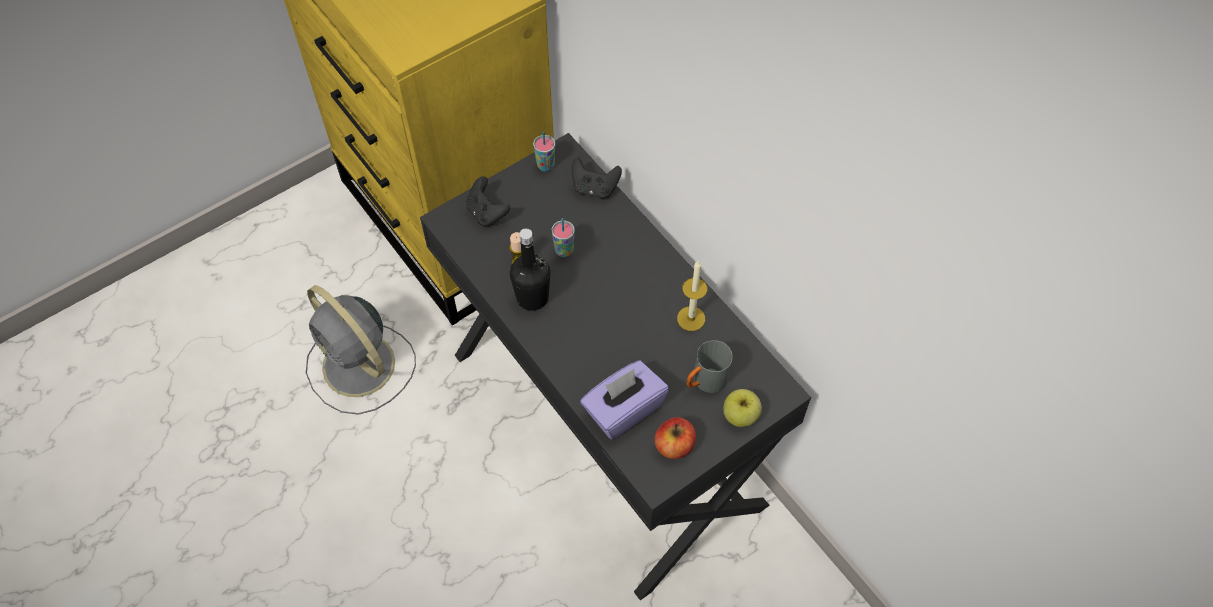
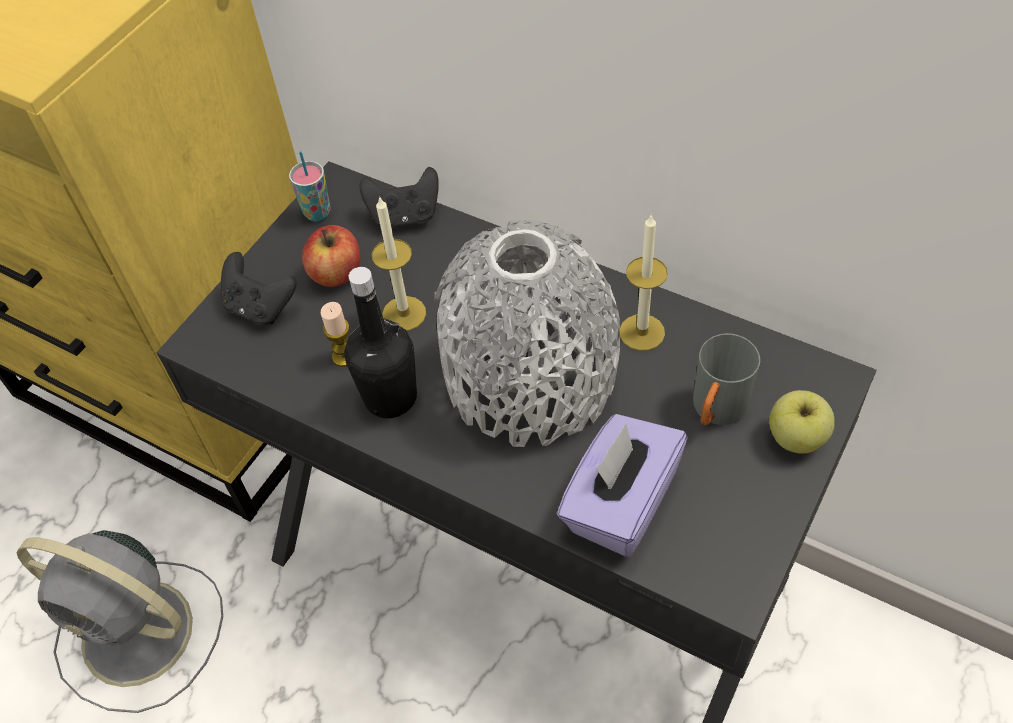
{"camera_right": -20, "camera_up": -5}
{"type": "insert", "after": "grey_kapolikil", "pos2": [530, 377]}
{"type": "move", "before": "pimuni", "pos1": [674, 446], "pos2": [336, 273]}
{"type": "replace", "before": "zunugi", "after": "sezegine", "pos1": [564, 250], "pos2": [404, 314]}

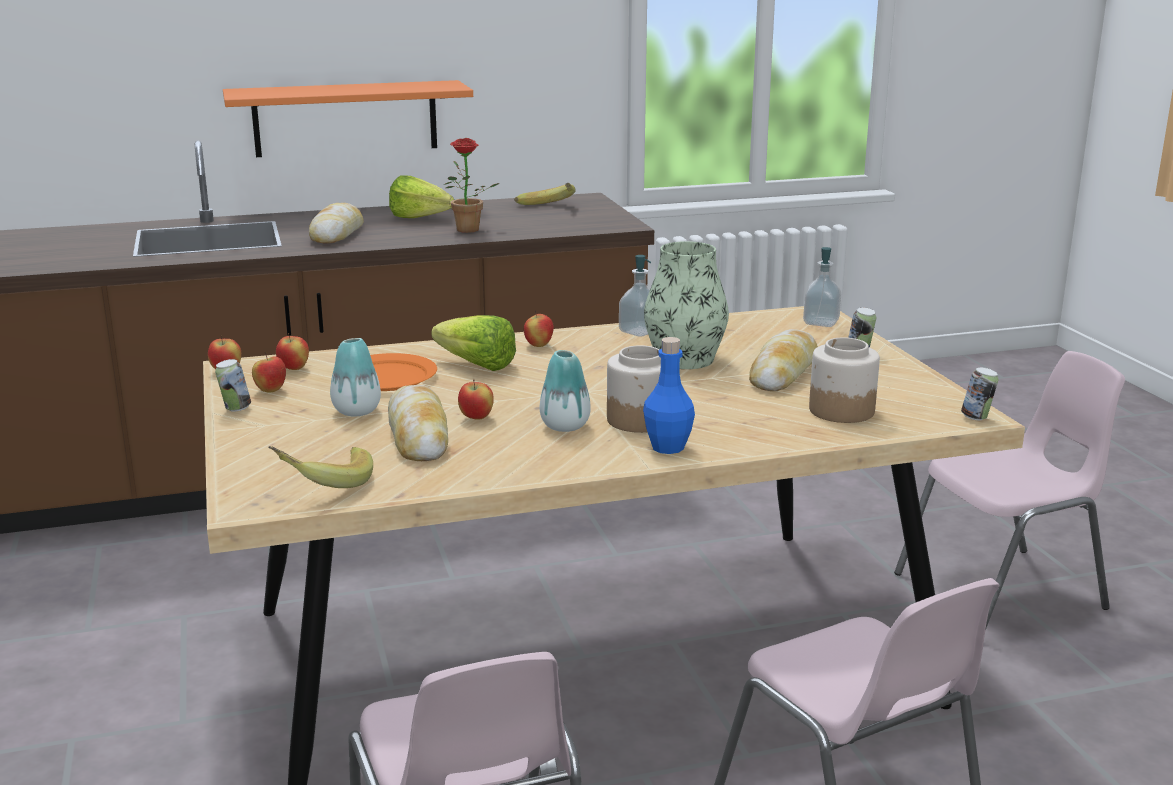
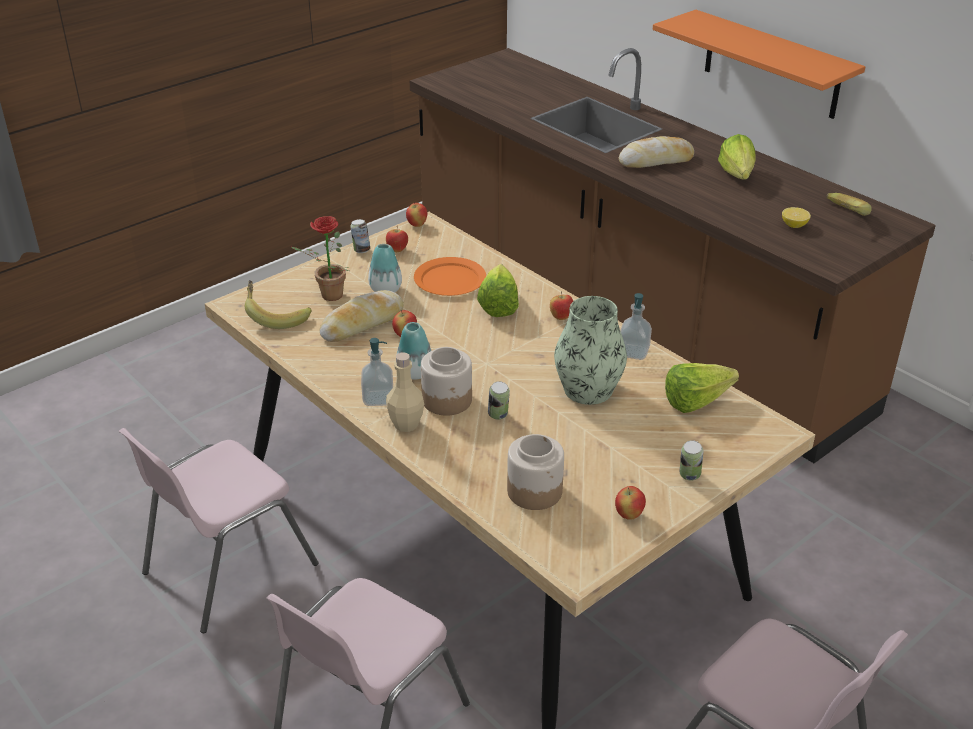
{"camera_right": 65, "camera_up": 15}
{"type": "delete", "before": "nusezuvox", "pos1": [783, 372]}
{"type": "insert", "after": "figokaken", "pos2": [702, 401]}
{"type": "insert", "after": "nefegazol", "pos2": [794, 225]}
{"type": "move", "before": "pimuni", "pos1": [294, 368], "pos2": [629, 515]}
{"type": "move", "before": "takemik", "pos1": [467, 231], "pos2": [327, 296]}
{"type": "move", "before": "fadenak", "pos1": [821, 322], "pos2": [378, 398]}
{"type": "move", "before": "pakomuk", "pos1": [976, 418], "pos2": [498, 416]}
{"type": "recolor", "before": "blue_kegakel", "after": "beige_kegakel", "pos1": [668, 447], "pos2": [406, 424]}

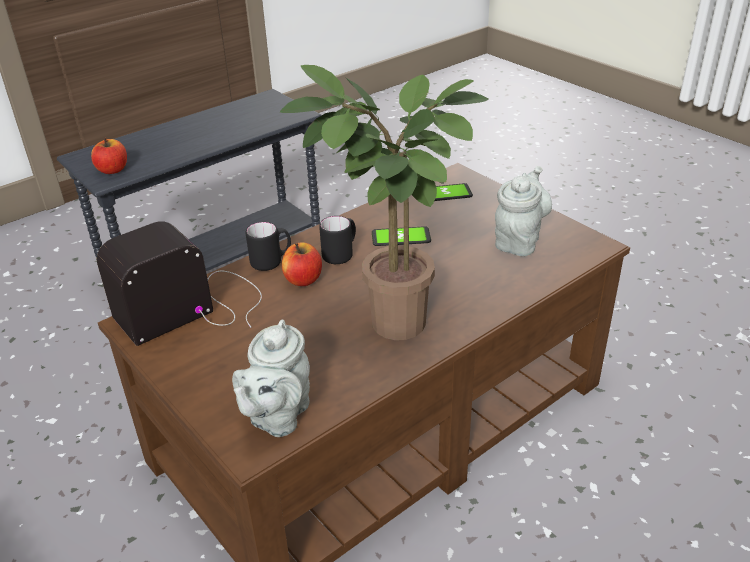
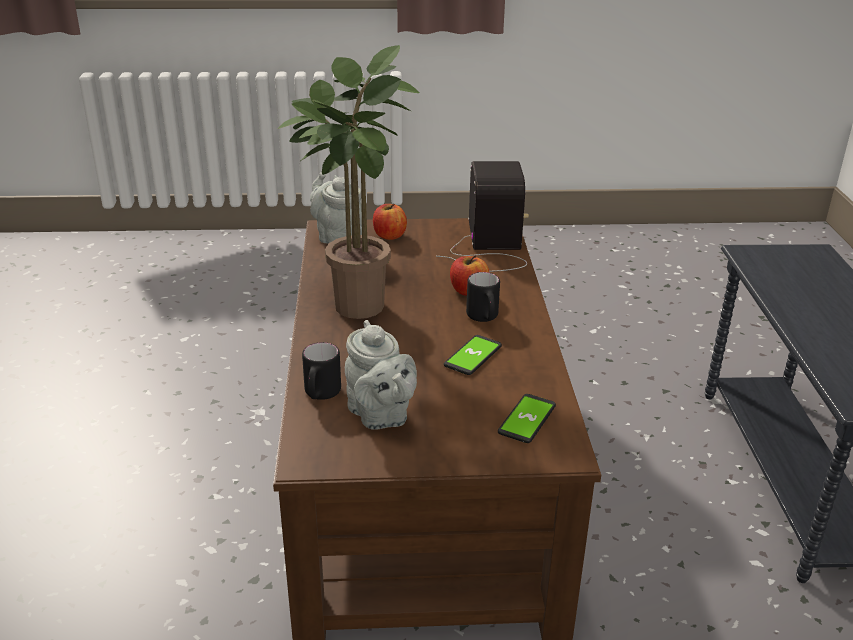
{"camera_right": 125, "camera_up": -5}
{"type": "move", "before": "pimuni", "pos1": [113, 170], "pos2": [389, 235]}
{"type": "move", "before": "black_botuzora", "pos1": [271, 262], "pos2": [320, 395]}

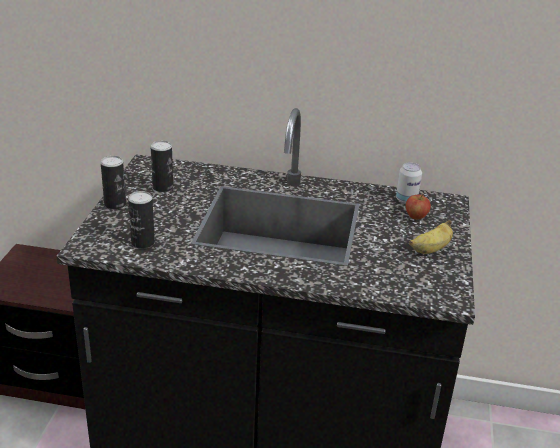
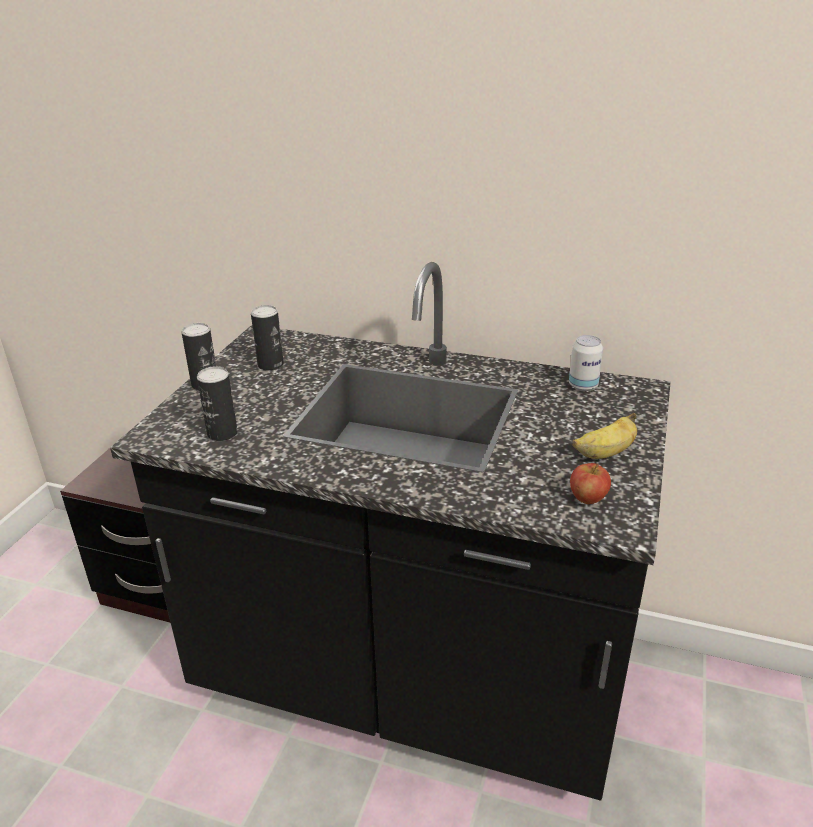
{"camera_right": 10, "camera_up": 0}
{"type": "move", "before": "pimuni", "pos1": [416, 216], "pos2": [587, 498]}

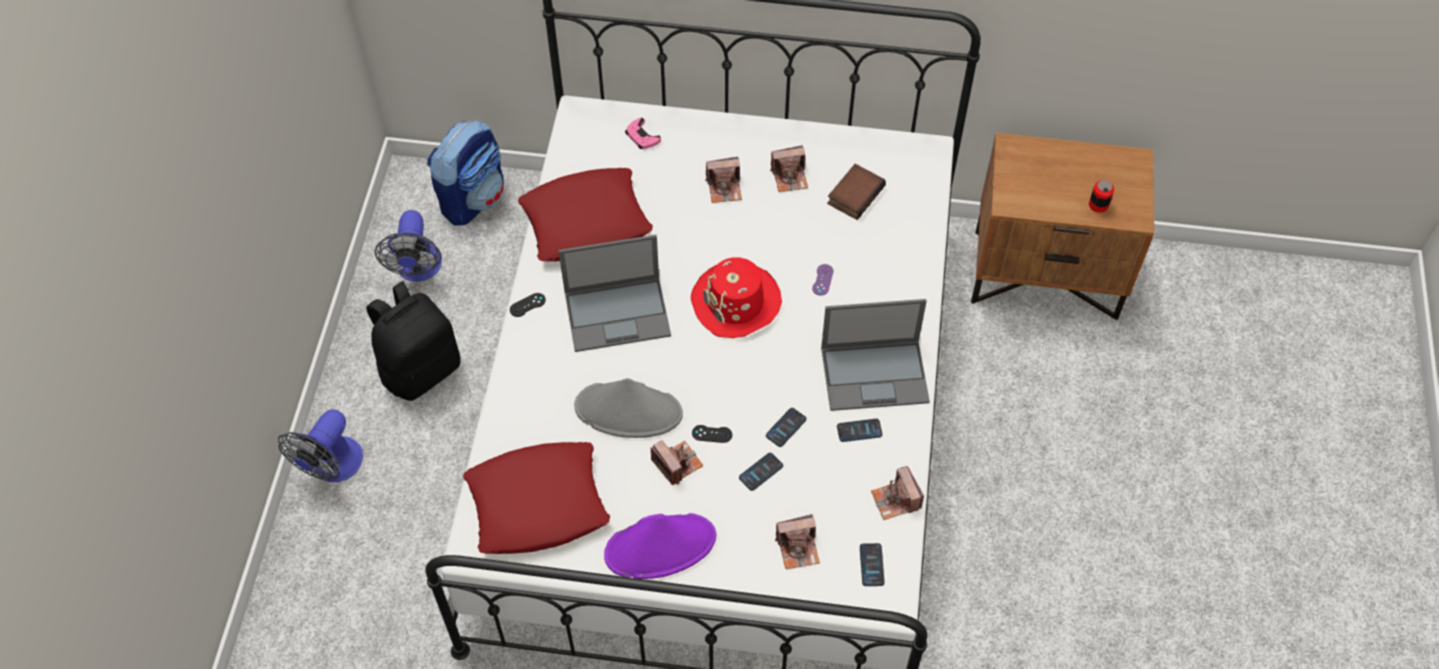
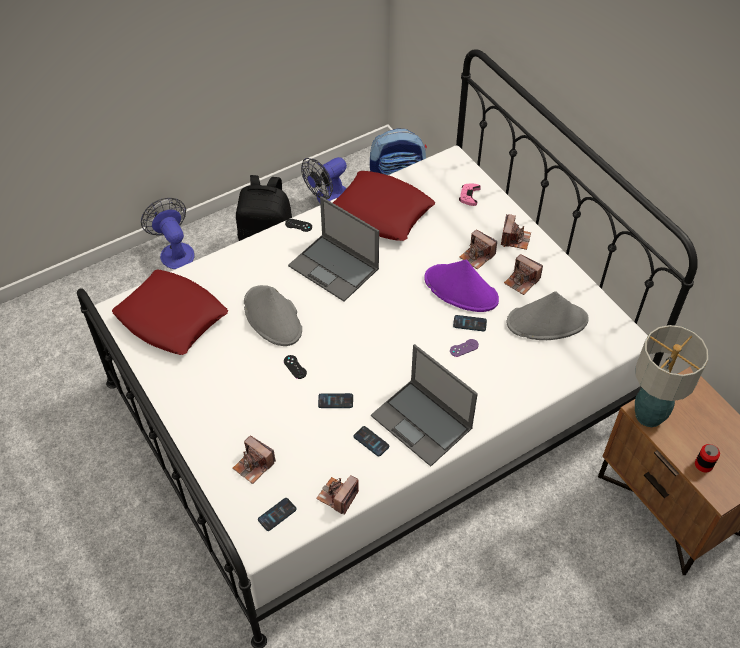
{"camera_right": 50, "camera_up": -5}
{"type": "delete", "before": "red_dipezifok", "pos1": [736, 302]}
{"type": "insert", "after": "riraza", "pos2": [649, 416]}
{"type": "move", "before": "purple_dipezifok", "pos1": [661, 546], "pos2": [461, 289]}
{"type": "move", "before": "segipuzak", "pos1": [677, 464], "pos2": [515, 239]}
{"type": "move", "before": "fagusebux", "pos1": [761, 472], "pos2": [469, 323]}
{"type": "replace", "before": "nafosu", "after": "grey_dipezifok", "pos1": [854, 194], "pos2": [547, 321]}
{"type": "rotate", "before": "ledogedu", "pos1": [332, 467], "pos2": [174, 251], "turn": 75}

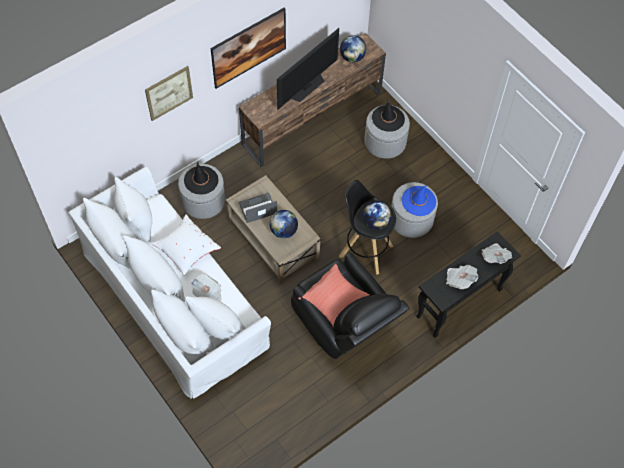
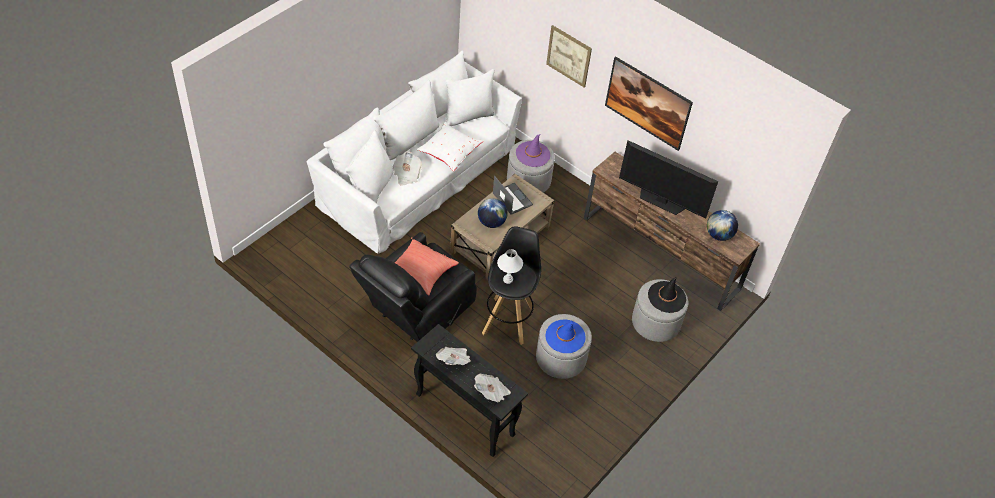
{"camera_right": 75, "camera_up": -10}
{"type": "replace", "before": "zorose", "after": "white_riraza", "pos1": [375, 222], "pos2": [508, 279]}
{"type": "recolor", "before": "black_dipezifok", "after": "purple_dipezifok", "pos1": [201, 180], "pos2": [533, 154]}

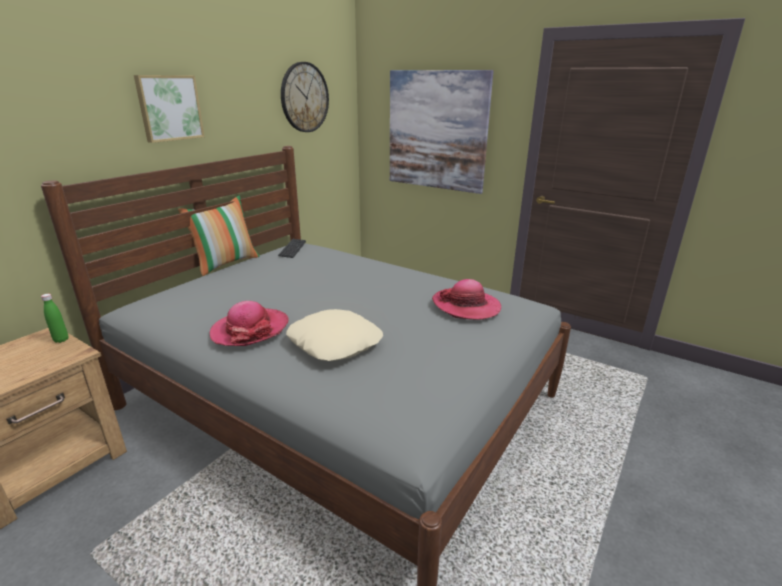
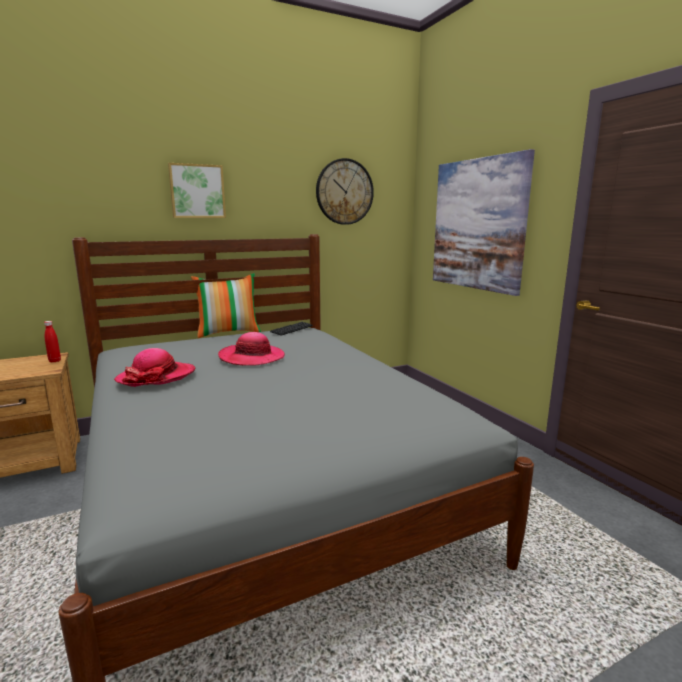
{"camera_right": 30, "camera_up": -10}
{"type": "delete", "before": "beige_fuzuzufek", "pos1": [335, 342]}
{"type": "move", "before": "dipezifok", "pos1": [466, 306], "pos2": [252, 357]}
{"type": "recolor", "before": "green_kegakel", "after": "red_kegakel", "pos1": [61, 340], "pos2": [55, 361]}

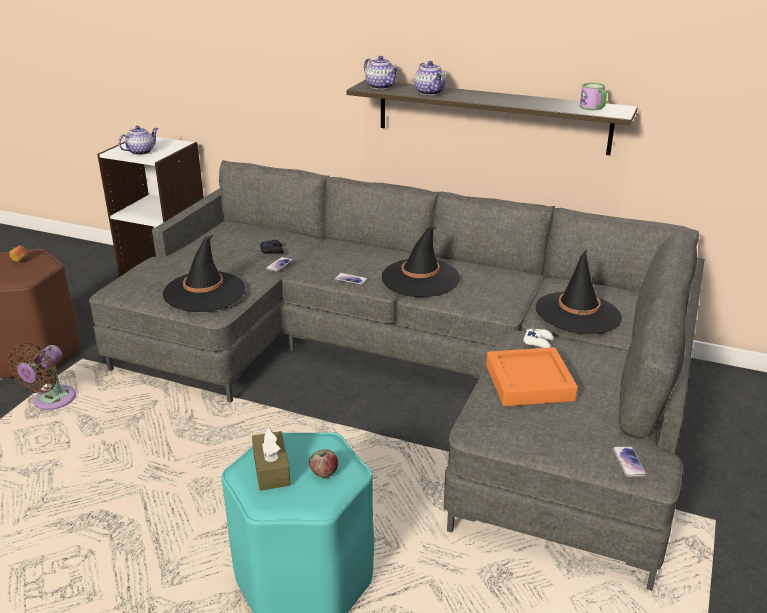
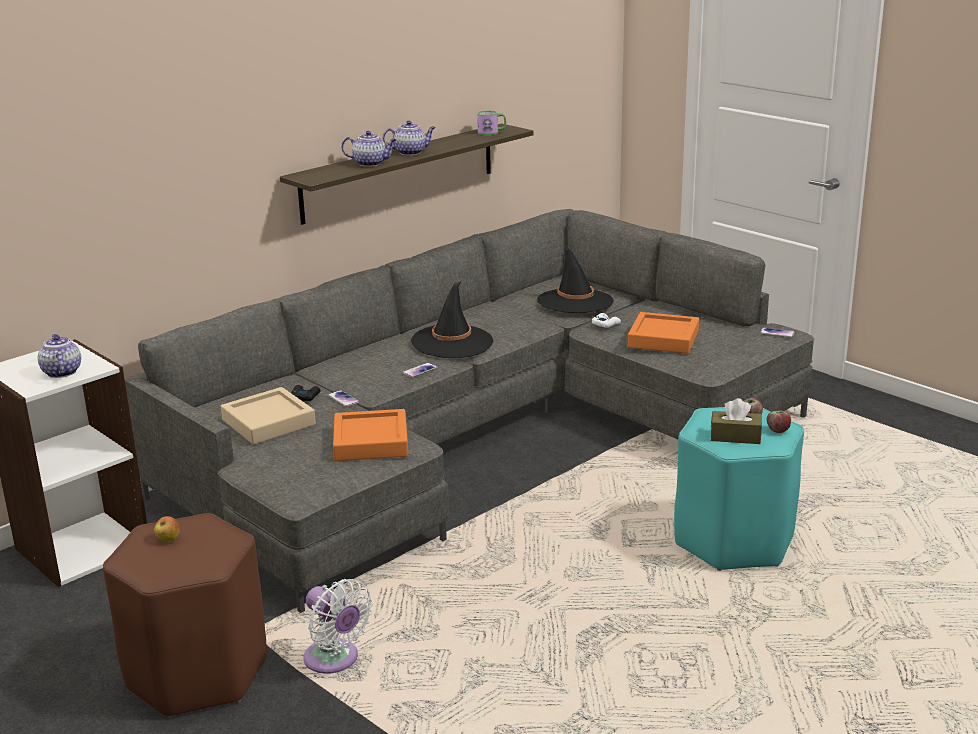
{"camera_right": -65, "camera_up": -5}
{"type": "insert", "after": "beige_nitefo", "pos2": [268, 422]}
{"type": "insert", "after": "pimuni", "pos2": [778, 430]}
{"type": "move", "before": "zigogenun", "pos1": [381, 87], "pos2": [410, 152]}
{"type": "replace", "before": "black_dipezifok", "after": "orange_nitefo", "pos1": [204, 292], "pos2": [371, 442]}
{"type": "recolor", "before": "brown_ledogedu", "after": "white_ledogedu", "pos1": [51, 401], "pos2": [334, 660]}

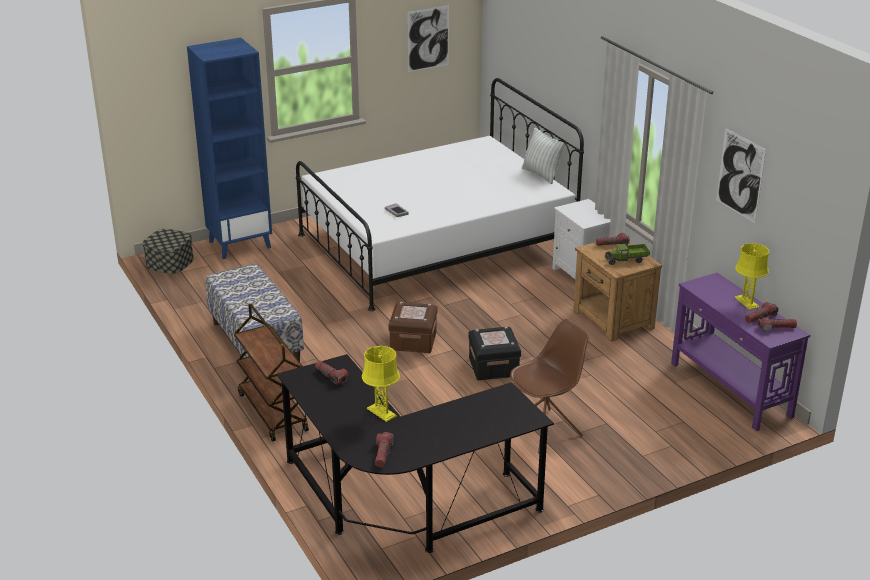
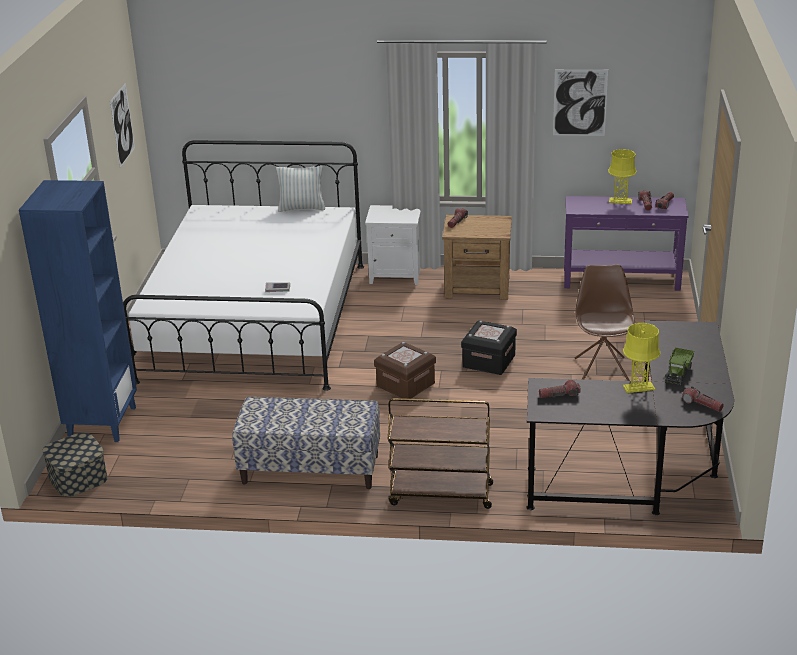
{"camera_right": -55, "camera_up": 0}
{"type": "move", "before": "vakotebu", "pos1": [626, 260], "pos2": [678, 373]}

